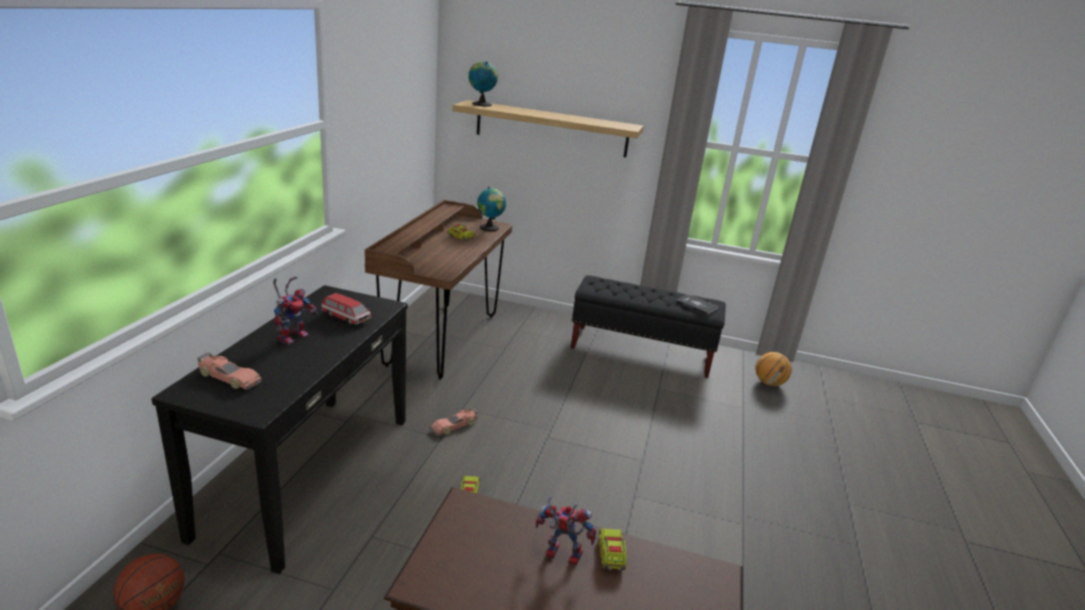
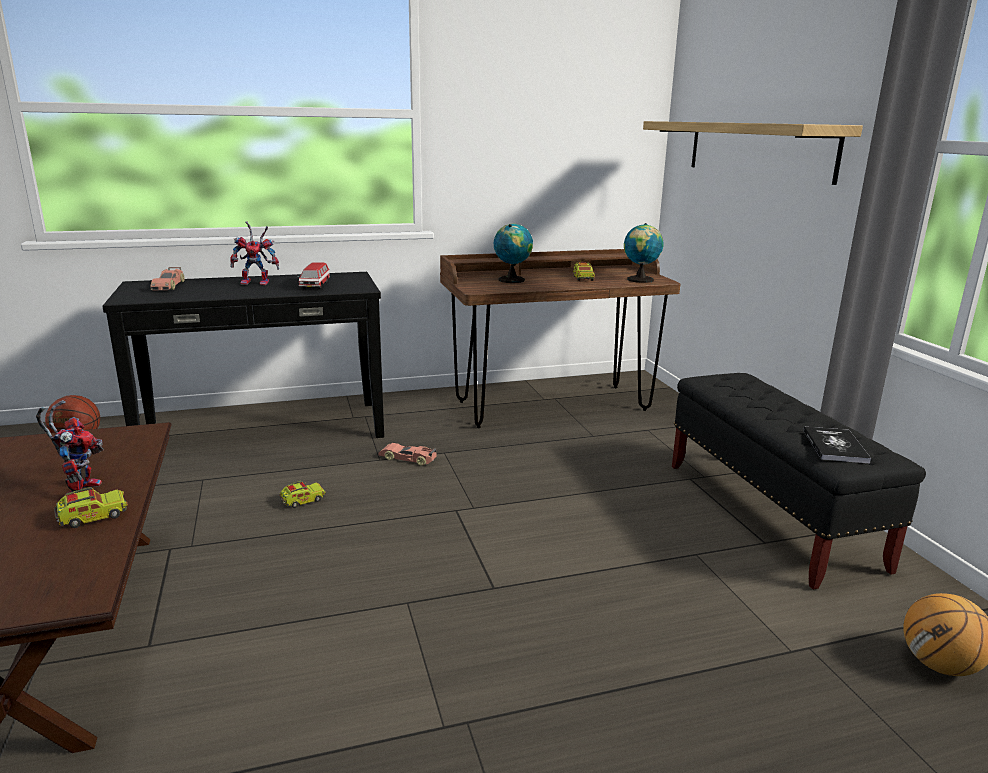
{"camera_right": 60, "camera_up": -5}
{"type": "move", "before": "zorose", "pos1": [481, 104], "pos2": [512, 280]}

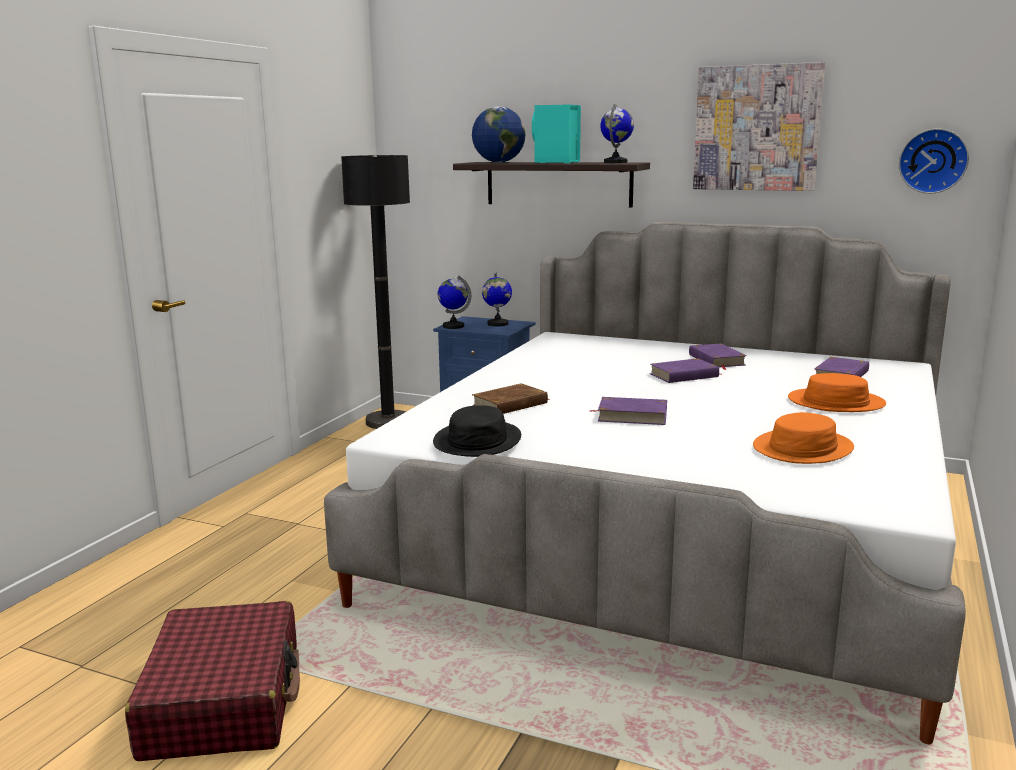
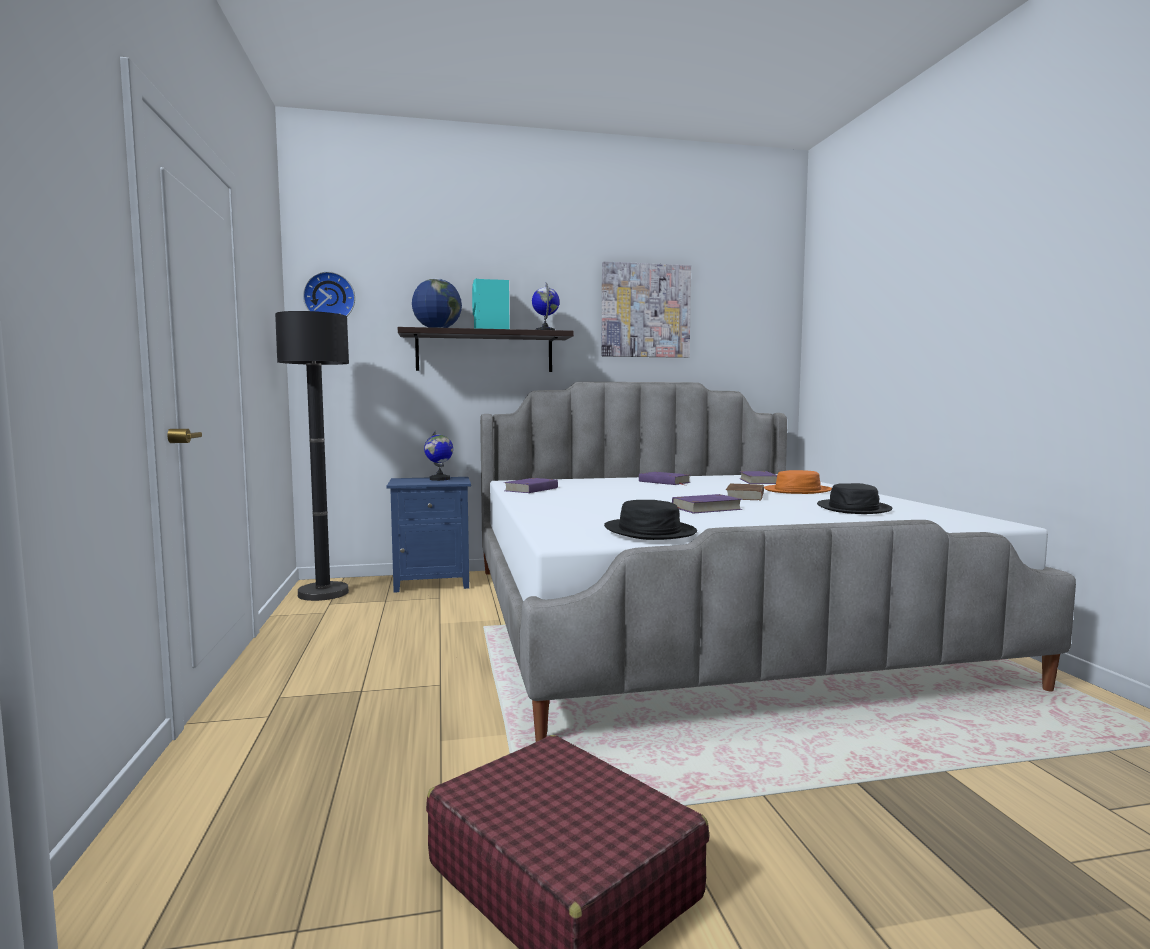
{"camera_right": -35, "camera_up": -10}
{"type": "delete", "before": "zorose", "pos1": [453, 326]}
{"type": "move", "before": "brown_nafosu", "pos1": [510, 404], "pos2": [745, 496]}
{"type": "move", "before": "purple_nafosu", "pos1": [684, 375], "pos2": [531, 489]}
{"type": "move", "before": "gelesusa", "pos1": [933, 161], "pos2": [330, 297]}
{"type": "recolor", "before": "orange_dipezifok", "after": "black_dipezifok", "pos1": [803, 448], "pos2": [854, 508]}

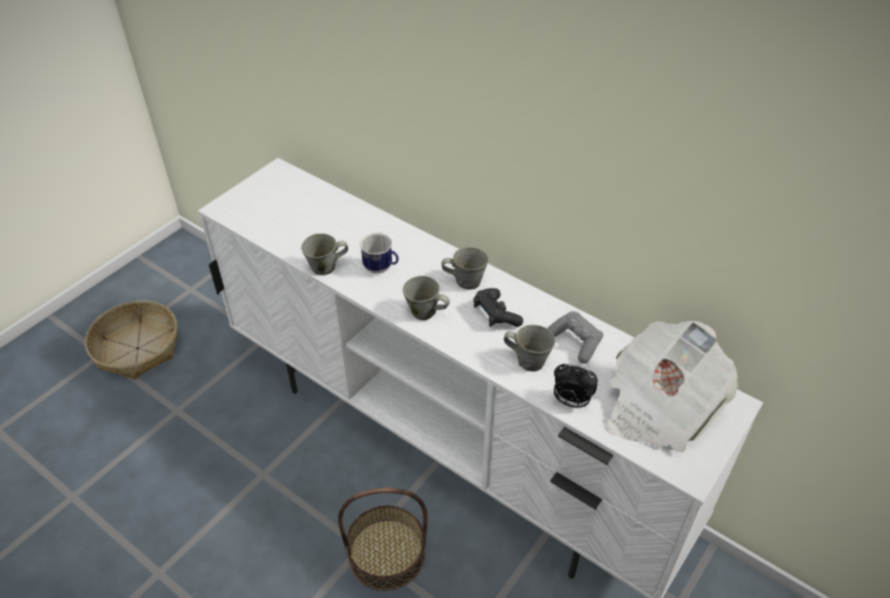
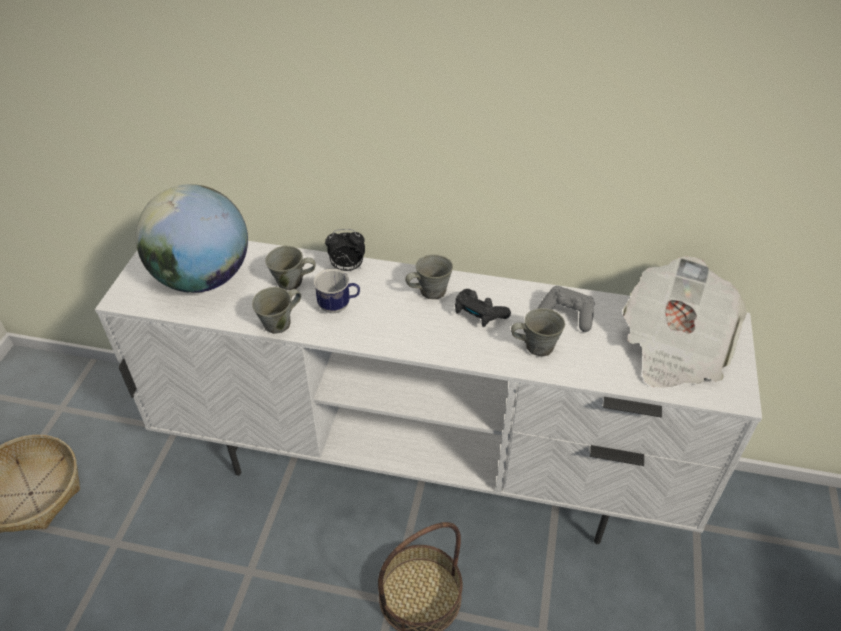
{"camera_right": -25, "camera_up": 0}
{"type": "insert", "after": "zorose", "pos2": [203, 278]}
{"type": "move", "before": "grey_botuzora", "pos1": [425, 312], "pos2": [291, 282]}
{"type": "move", "before": "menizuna", "pos1": [571, 401], "pos2": [347, 268]}

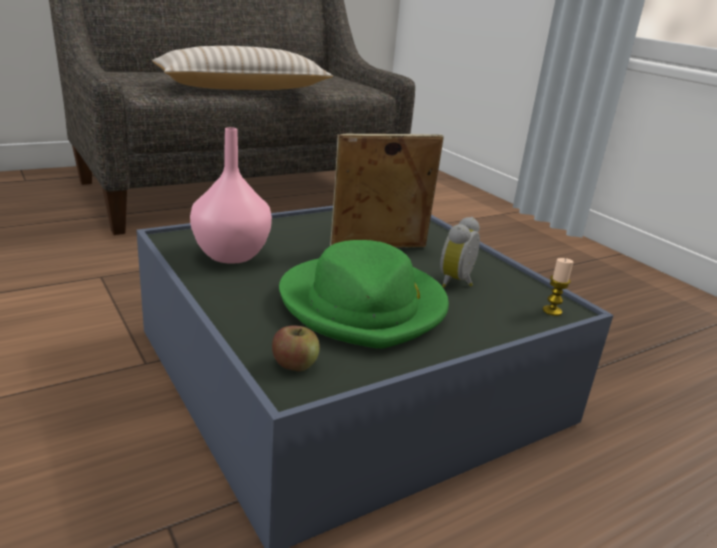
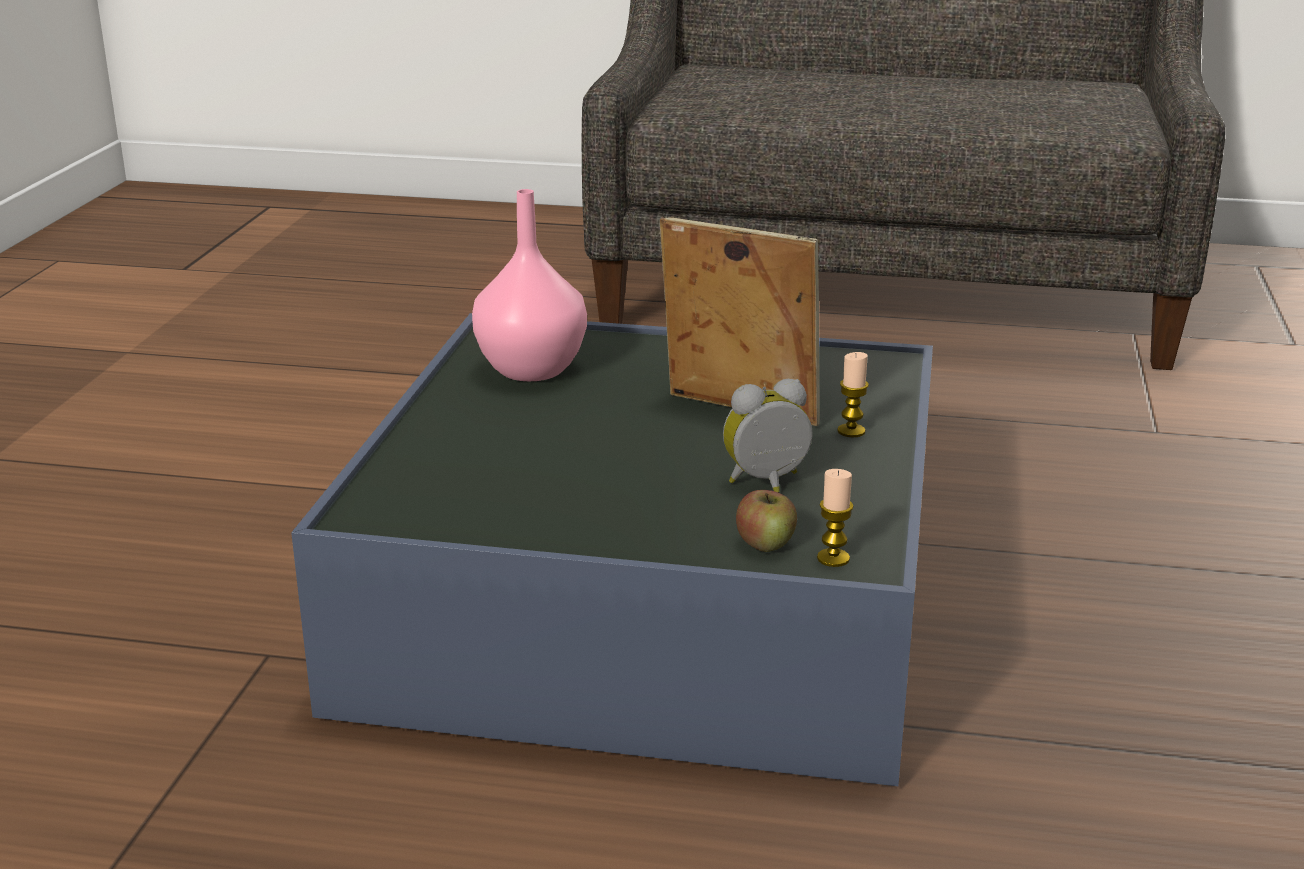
{"camera_right": 45, "camera_up": 0}
{"type": "delete", "before": "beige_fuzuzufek", "pos1": [242, 88]}
{"type": "delete", "before": "green_dipezifok", "pos1": [364, 305]}
{"type": "insert", "after": "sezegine", "pos2": [851, 431]}
{"type": "move", "before": "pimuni", "pos1": [295, 364], "pos2": [765, 543]}

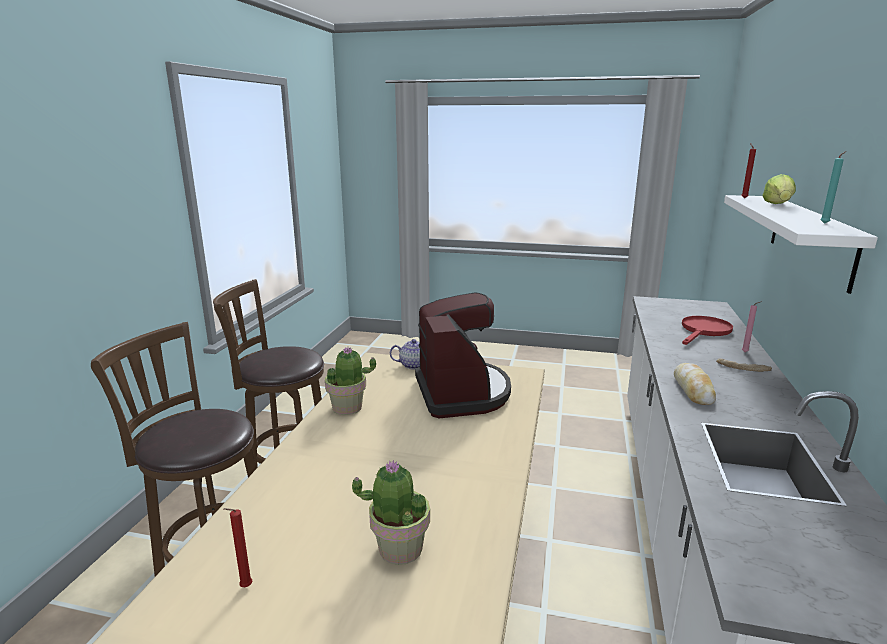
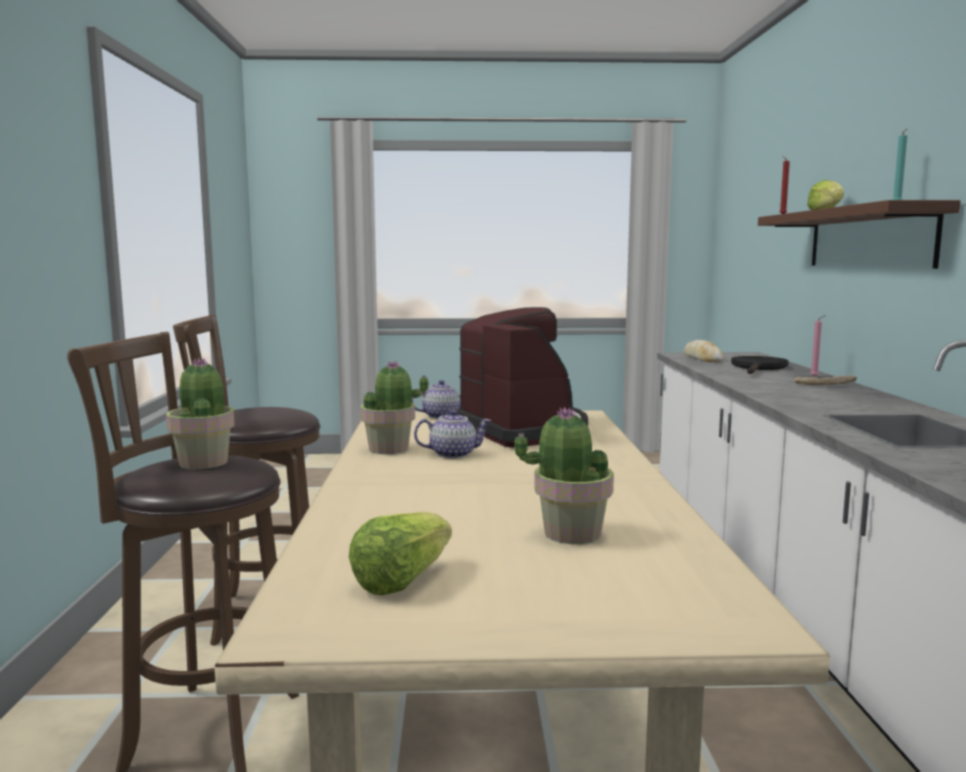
{"camera_right": -15, "camera_up": -10}
{"type": "insert", "after": "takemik", "pos2": [204, 462]}
{"type": "insert", "after": "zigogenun", "pos2": [453, 454]}
{"type": "move", "before": "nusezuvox", "pos1": [693, 389], "pos2": [702, 358]}
{"type": "replace", "before": "red_sezegine", "after": "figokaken", "pos1": [244, 587], "pos2": [401, 580]}
{"type": "recolor", "before": "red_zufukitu", "after": "black_zufukitu", "pos1": [704, 331], "pos2": [758, 368]}
{"type": "recolor", "before": "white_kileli", "after": "brown_kileli", "pos1": [810, 238], "pos2": [868, 238]}

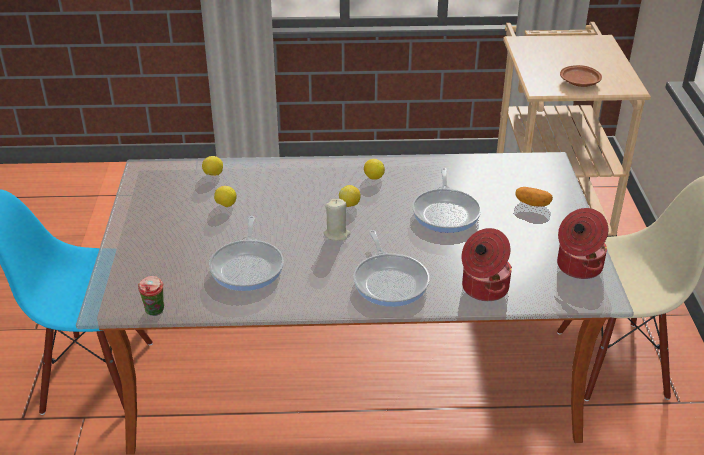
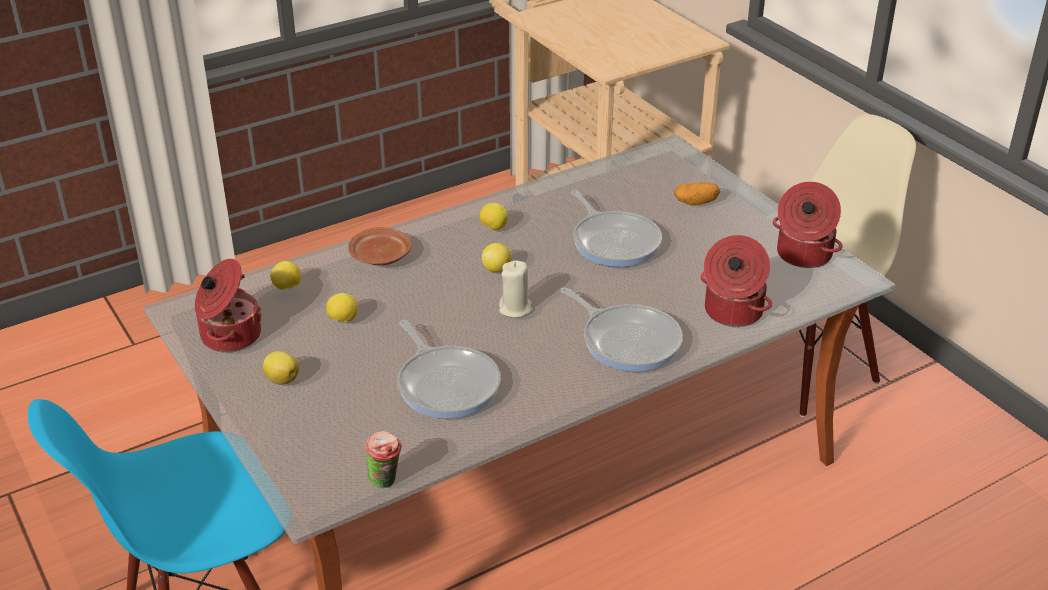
{"camera_right": -30, "camera_up": 0}
{"type": "insert", "after": "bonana", "pos2": [229, 335]}
{"type": "insert", "after": "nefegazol", "pos2": [281, 379]}
{"type": "move", "before": "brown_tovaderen", "pos1": [579, 83], "pos2": [380, 257]}

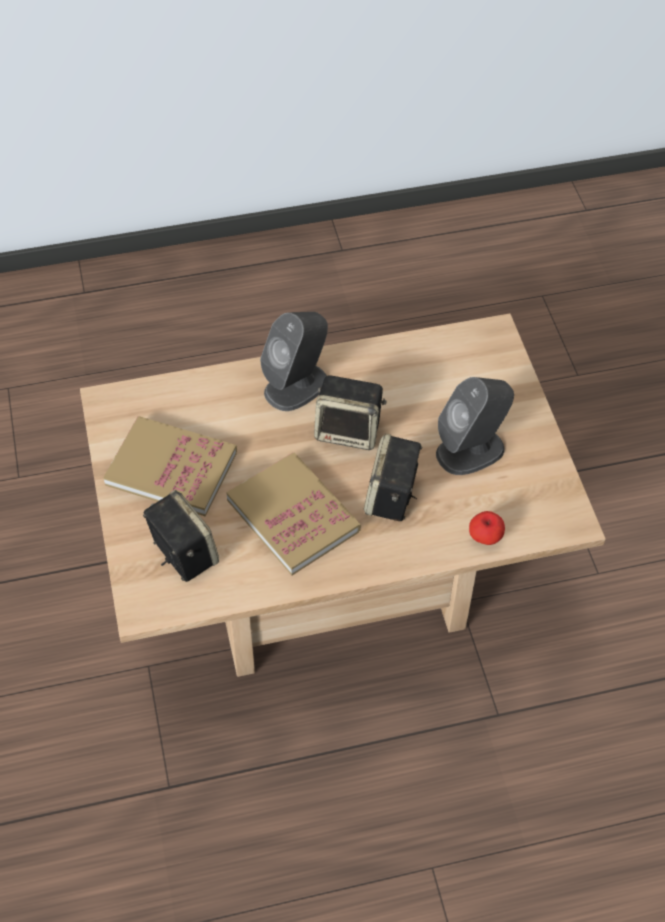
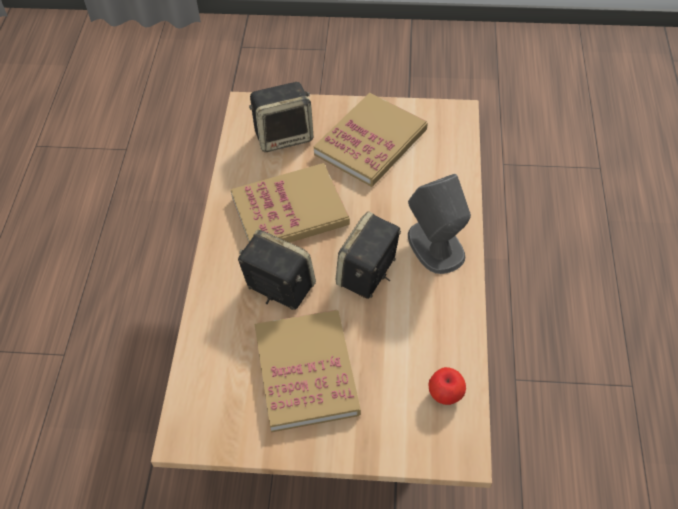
{"camera_right": 110, "camera_up": 0}
{"type": "move", "before": "pimuni", "pos1": [485, 537], "pos2": [445, 394]}
{"type": "replace", "before": "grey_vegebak", "after": "nafosu", "pos1": [471, 450], "pos2": [306, 372]}

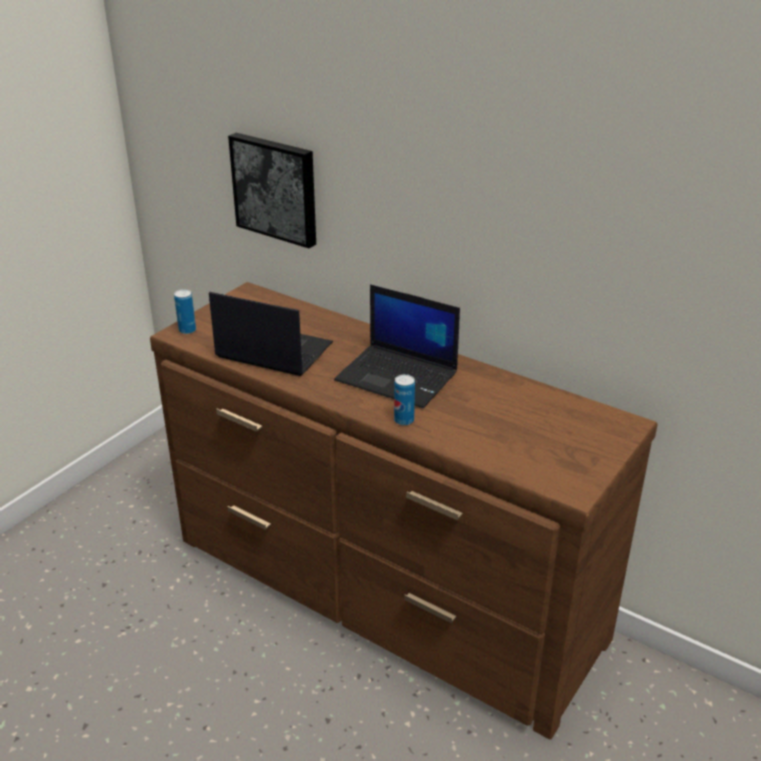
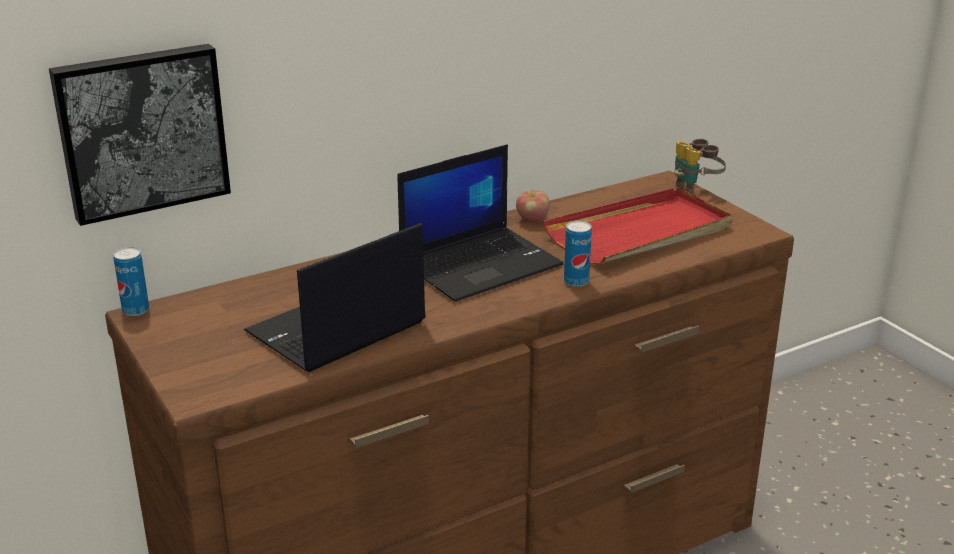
{"camera_right": -65, "camera_up": -5}
{"type": "insert", "after": "pimuni", "pos2": [533, 220]}
{"type": "insert", "after": "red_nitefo", "pos2": [640, 233]}
{"type": "insert", "after": "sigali", "pos2": [695, 189]}
{"type": "move", "before": "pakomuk", "pos1": [187, 330], "pos2": [136, 310]}

